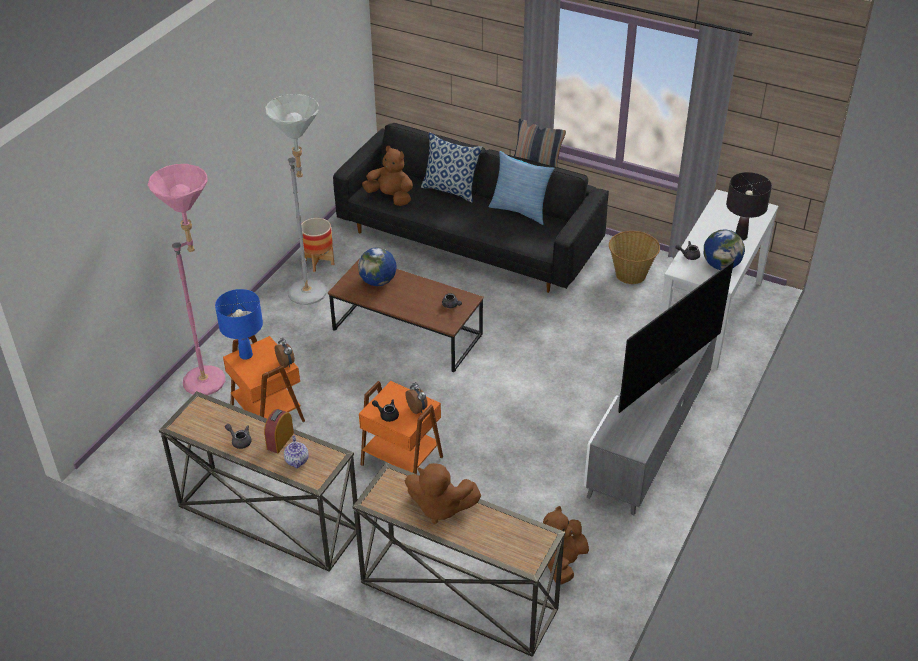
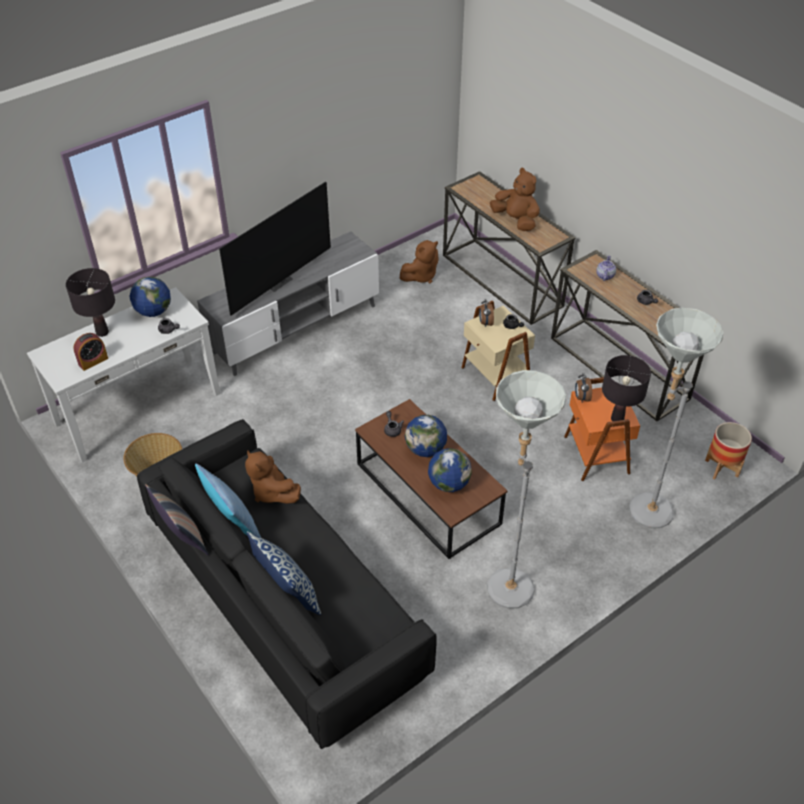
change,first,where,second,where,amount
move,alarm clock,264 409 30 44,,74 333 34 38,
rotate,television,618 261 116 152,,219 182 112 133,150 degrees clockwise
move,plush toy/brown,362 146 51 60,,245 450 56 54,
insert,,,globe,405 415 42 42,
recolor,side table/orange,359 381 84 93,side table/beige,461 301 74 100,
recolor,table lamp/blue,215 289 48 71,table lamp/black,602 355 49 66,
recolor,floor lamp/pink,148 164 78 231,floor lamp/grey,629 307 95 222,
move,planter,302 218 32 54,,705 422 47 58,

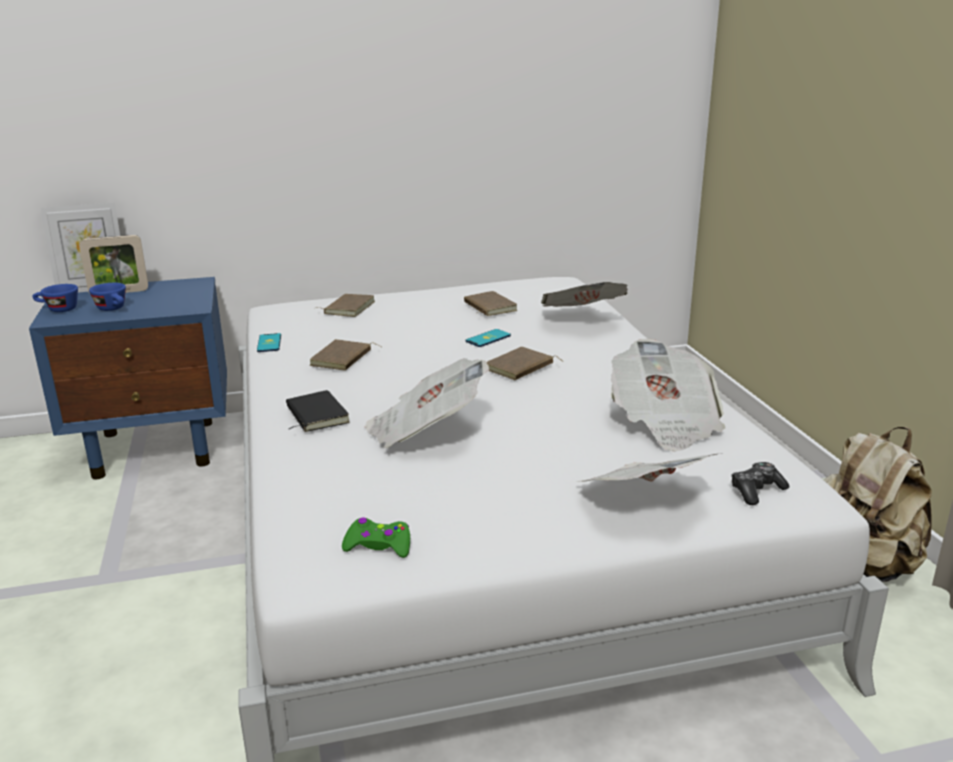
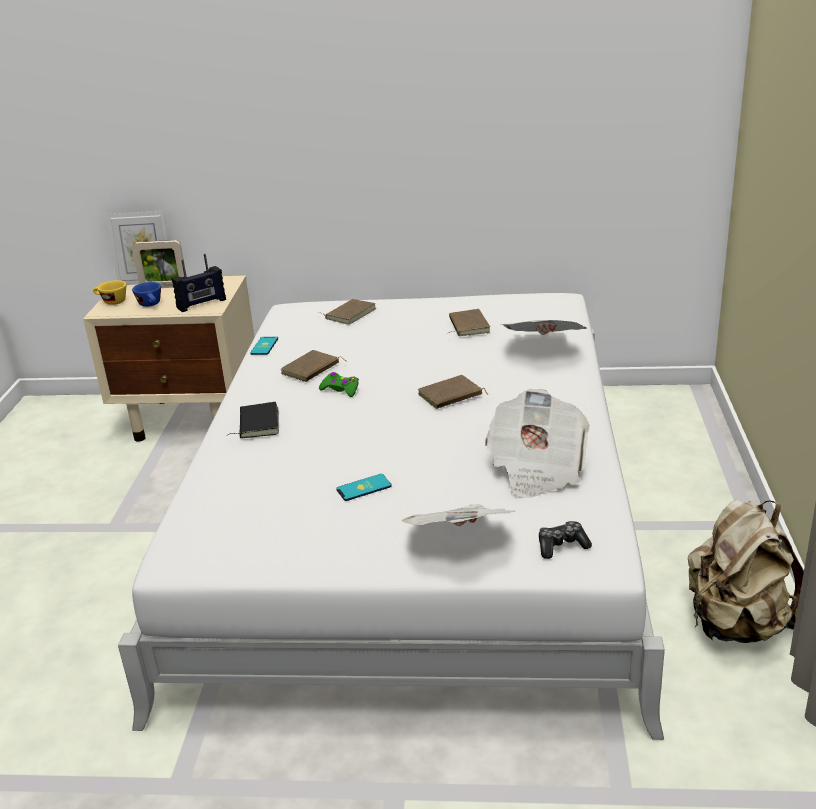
change,first,where,second,where,amount
recolor,nightstand/blue,29 277 198 202,nightstand/beige,83 275 172 167,
recolor,cup/blue,32 284 46 28,cup/yellow,93 280 33 25,
insert,,,radio,171 254 55 58,
move,game controller/green,342 517 68 41,,319 372 40 25,
move,phone,466 329 45 18,,336 474 56 27,
delete,newspaper,365 358 124 90,,,

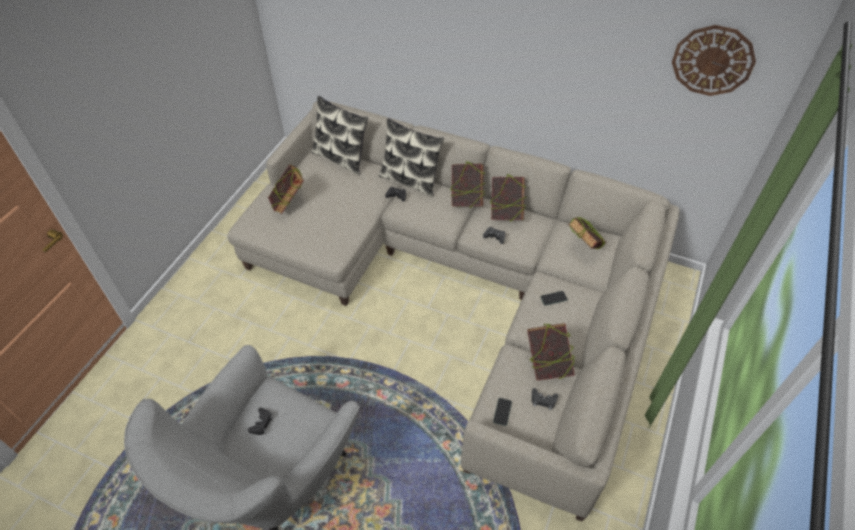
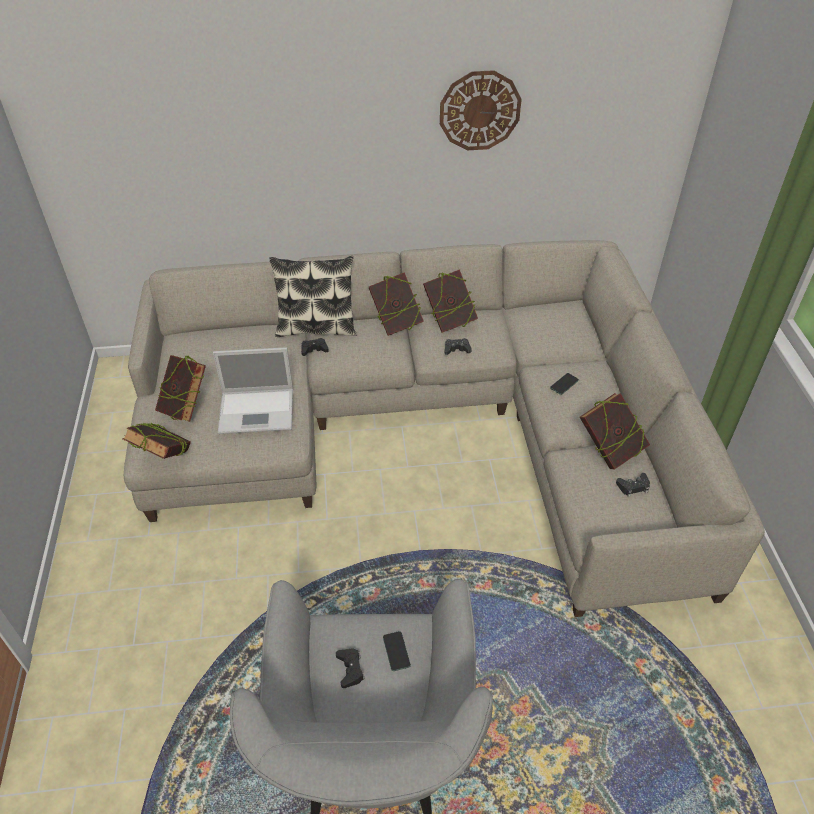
change,first,where,second,where,amount
move,book,569 217 37 33,,122 422 69 37,
insert,,,laptop,213 347 80 87,
move,phone,493 398 19 28,,383 631 28 40,
move,wall clock,672 25 84 71,,440 70 82 80,
delete,pillow,311 96 57 79,,,

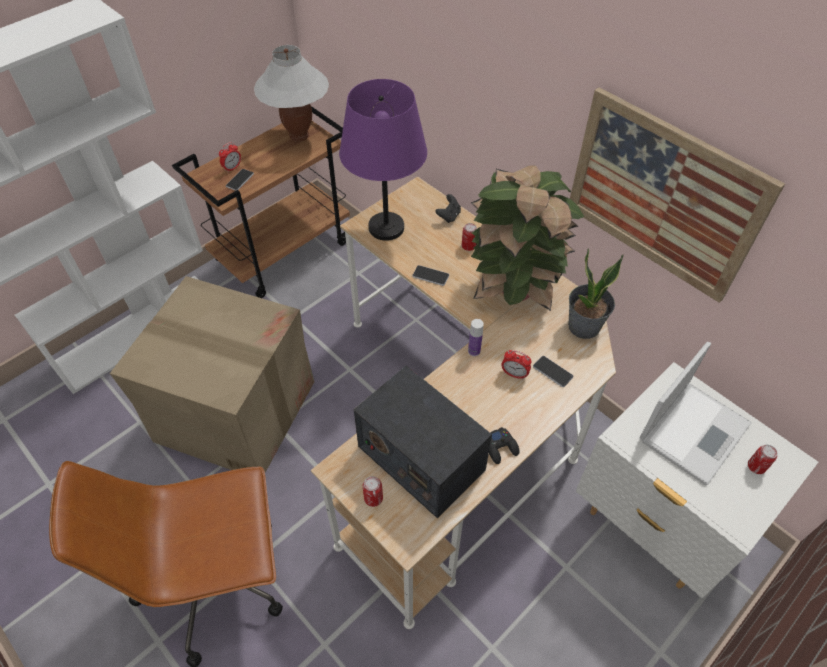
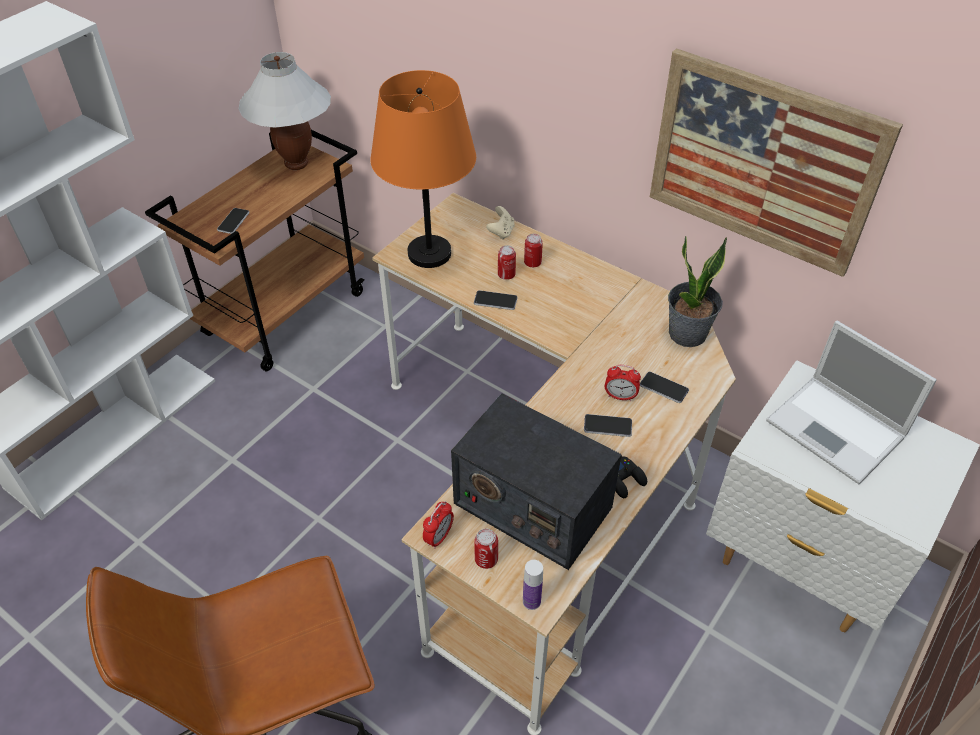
change,first,where,second,where,amount
recolor,table lamp/purple,339 79 88 162,table lamp/orange,370 70 106 198,
move,alarm clock,219 142 22 31,,423 501 31 48,
recolor,game controller/black,435 194 26 29,game controller/beige,486 206 29 34,
move,can,748 445 29 29,,498 245 18 35,
move,bottle,468 319 16 37,,523 560 20 50,
insert,,,phone,584 414 48 23,
rotate,laptop,640 342 112 143,,766 321 171 163,105 degrees clockwise
delete,cardboard box,110 276 204 196,,,
delete,potted plant,471 165 113 146,,,

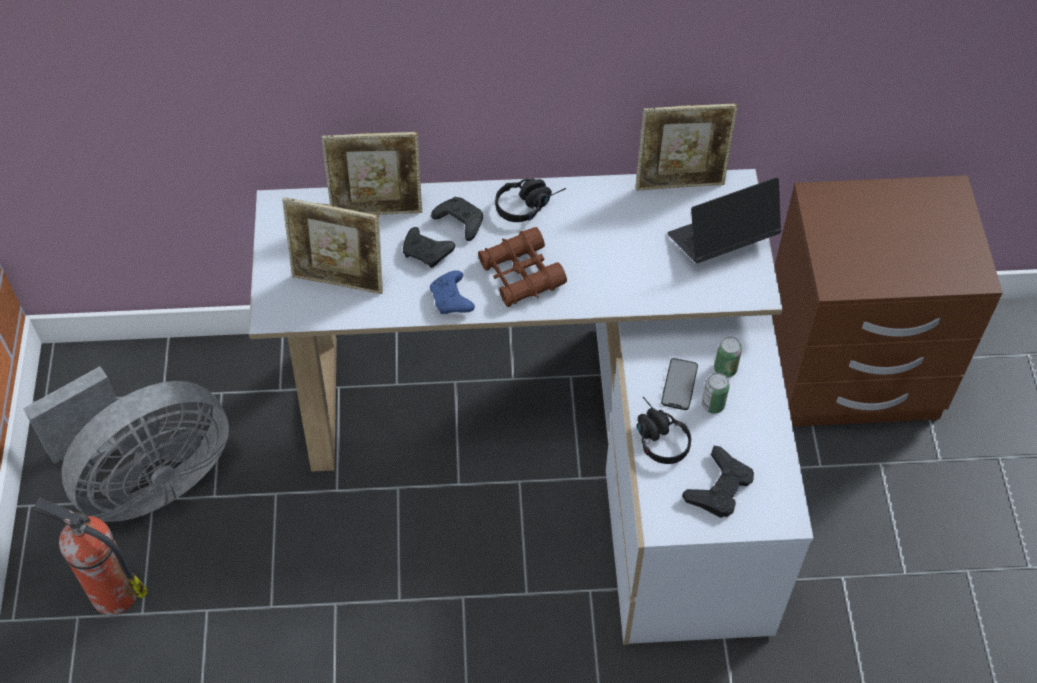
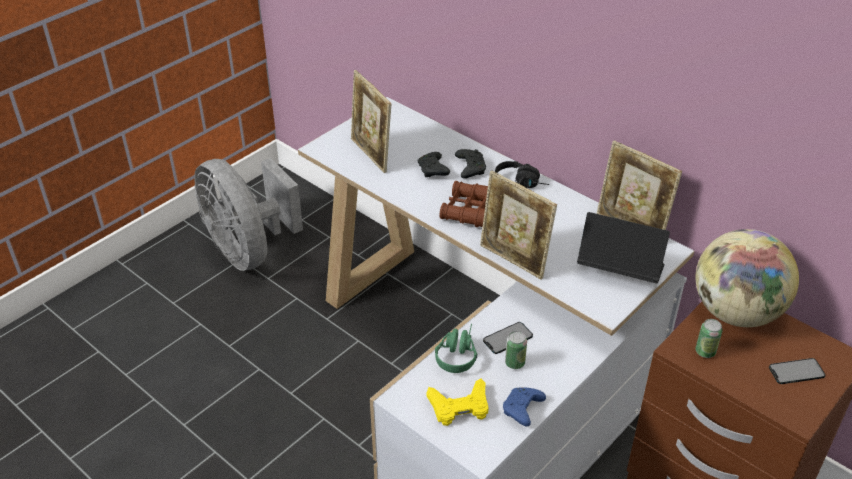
change,first,where,second,where,amount
rotate,fan/grey,23 366 206 156,,194 158 109 113,45 degrees clockwise
recolor,game controller/black,682 446 72 72,game controller/yellow,426 378 63 48,
recolor,headphones/black,637 397 54 67,headphones/green,435 324 42 49,
move,picture frame,322 132 100 83,,480 171 77 109,
move,game controller/blue,430 270 45 44,,503 387 43 40,
move,can,714 337 28 41,,695 319 28 39,
insert,,,globe,696 229 103 98,
insert,,,phone,769 358 56 26,
delete,fire extinguisher,34 497 114 118,,,

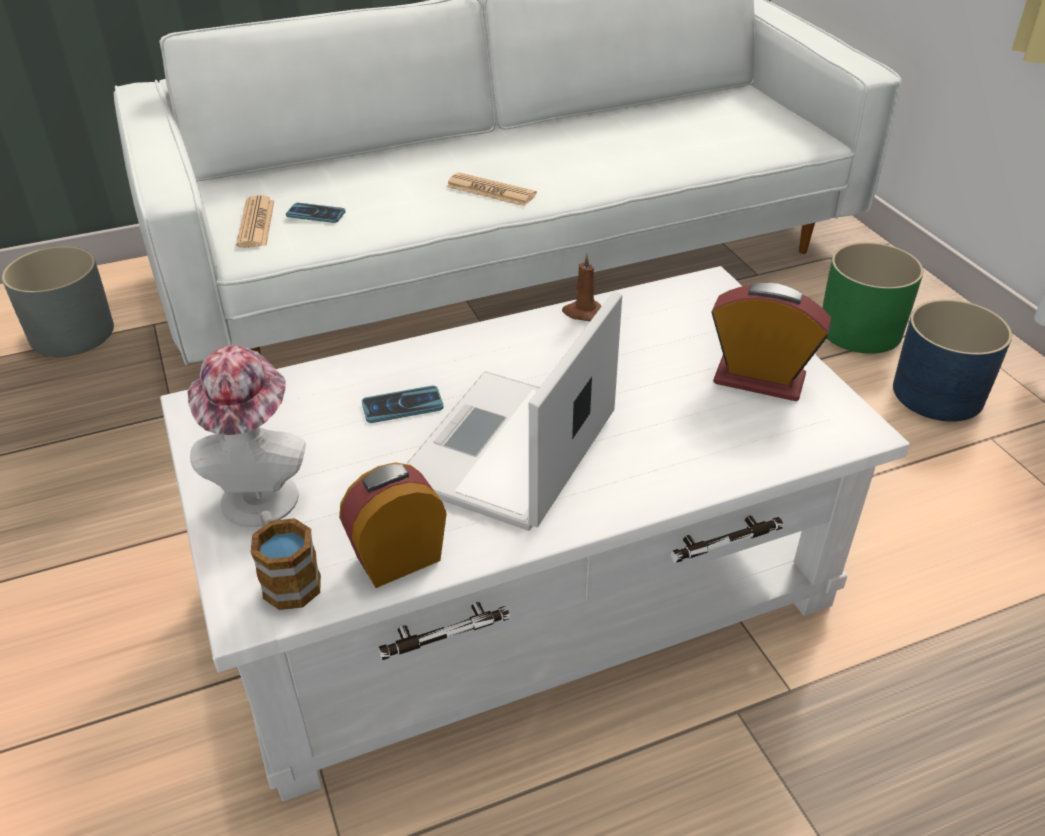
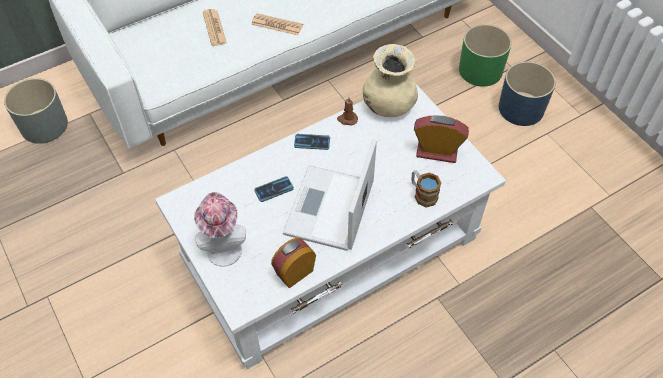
change,first,where,second,where,amount
move,newspaper,236 195 39 53,,203 9 24 37,
move,phone,286 203 60 20,,294 134 36 16,
insert,,,vase/beige,363 44 55 73,
move,mug,251 510 70 100,,411 170 30 38,

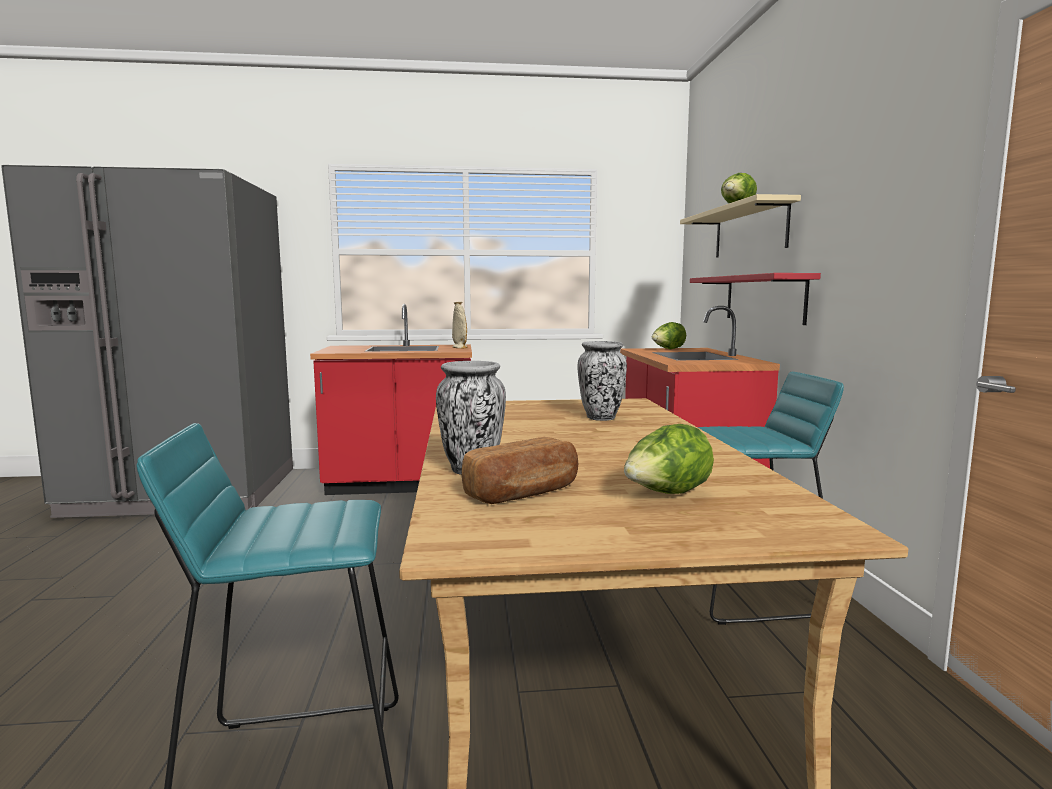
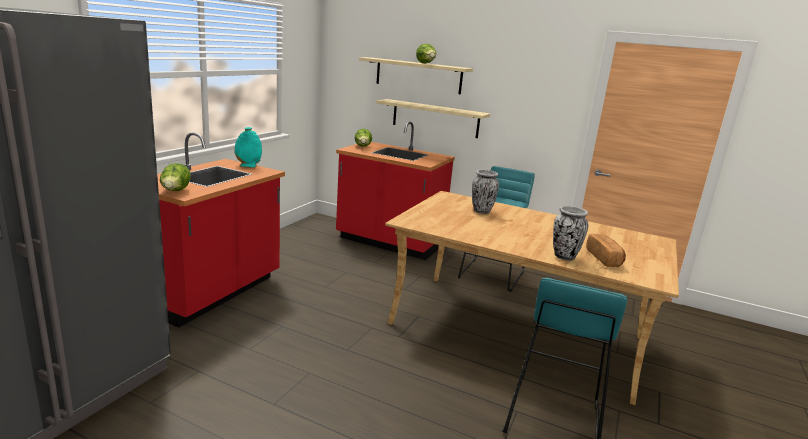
change,first,where,second,where,amount
move,lettuce,624 424 90 70,,160 163 31 28,
recolor,vase/beige,452 302 16 46,vase/turquoise,235 127 27 41,
recolor,shelf/red,690 273 131 52,shelf/beige,376 99 114 39,

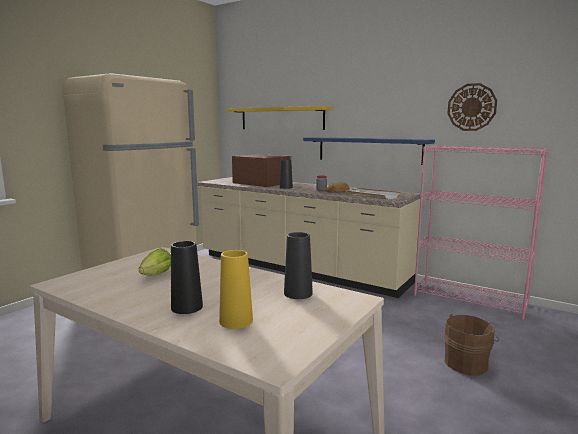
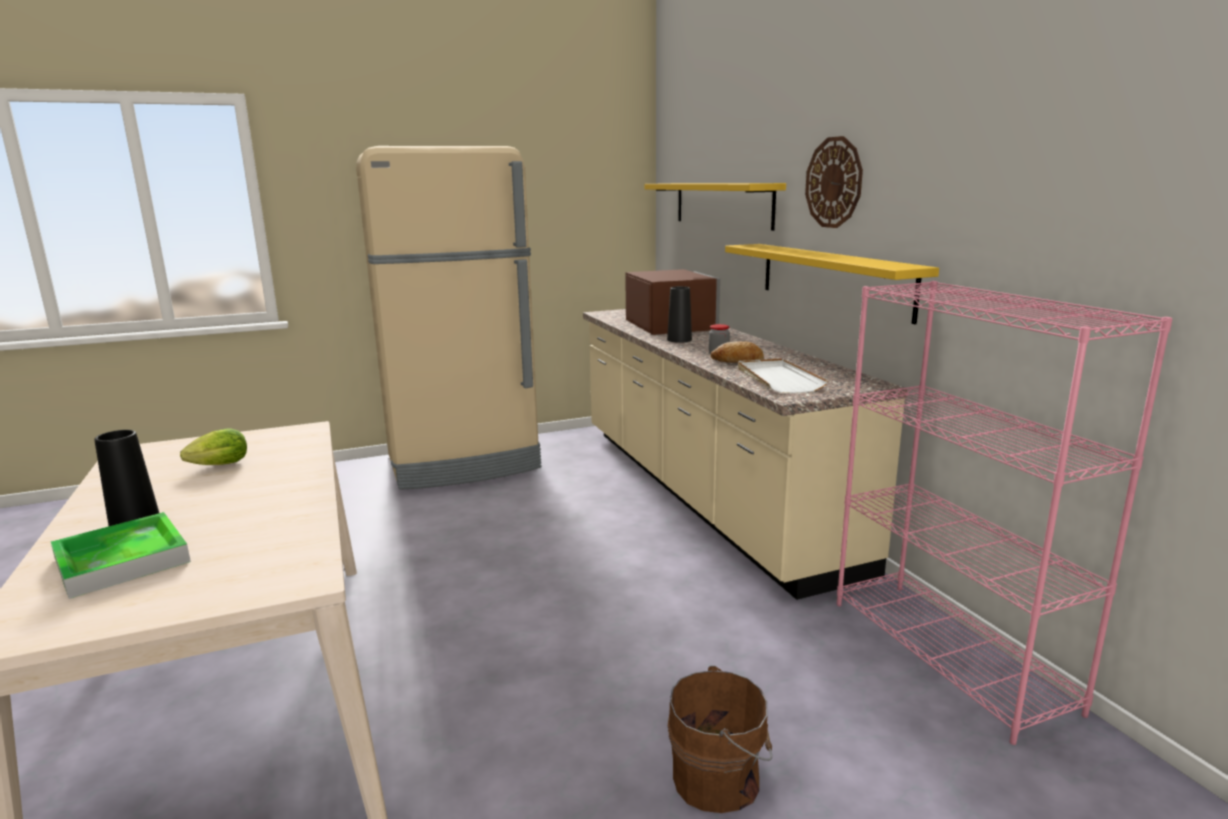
change,first,where,second,where,amount
replace,vase/yellow,219 250 34 79,tray,51 512 140 87,
recolor,shelf/blue,303 137 132 28,shelf/yellow,725 244 214 80,
move,wall clock,447 83 50 48,,805 136 58 92,
delete,vase/black,284 232 29 67,,,

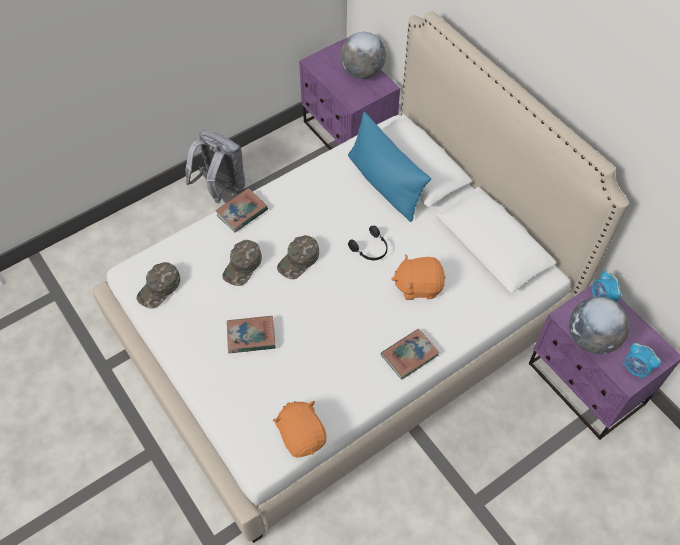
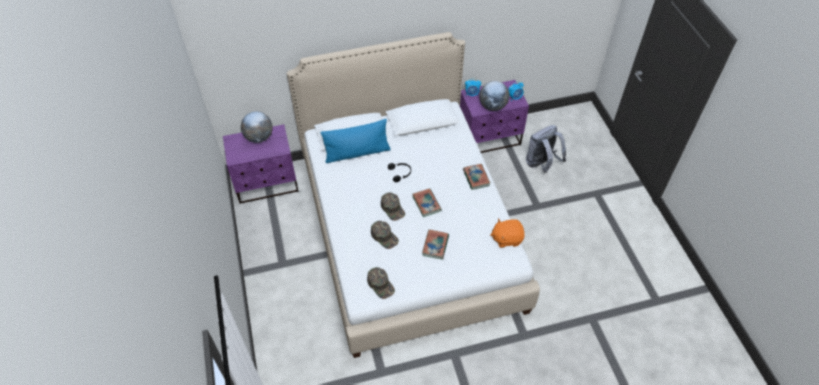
change,first,where,second,where,amount
move,book,216 188 52 45,,412 189 30 28,
move,backpack/grey,186 131 59 72,,526 125 40 48,
delete,plush toy/orange,392 254 54 46,,,

